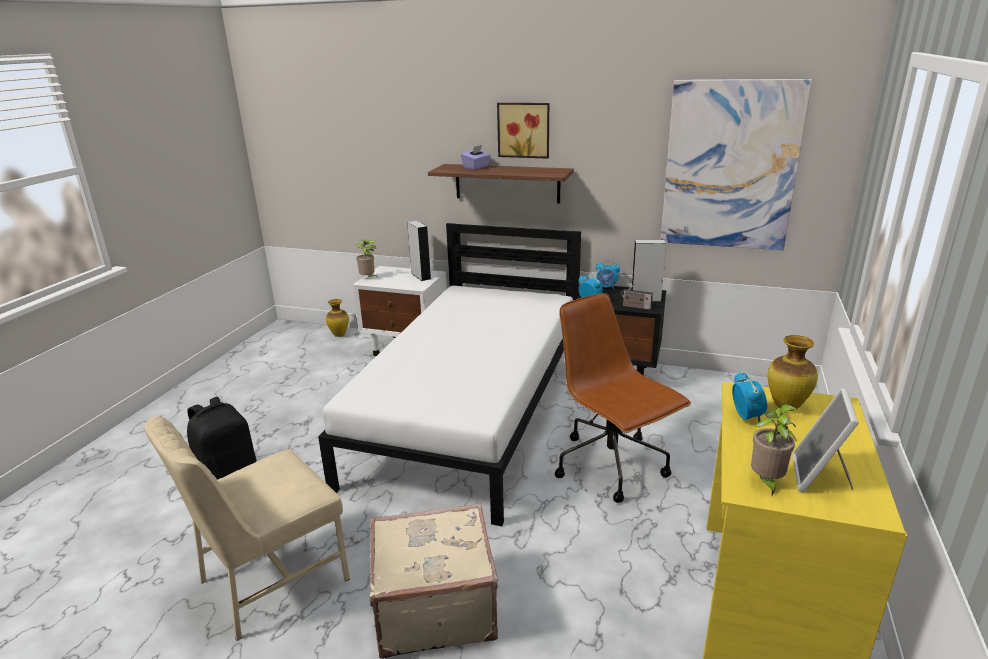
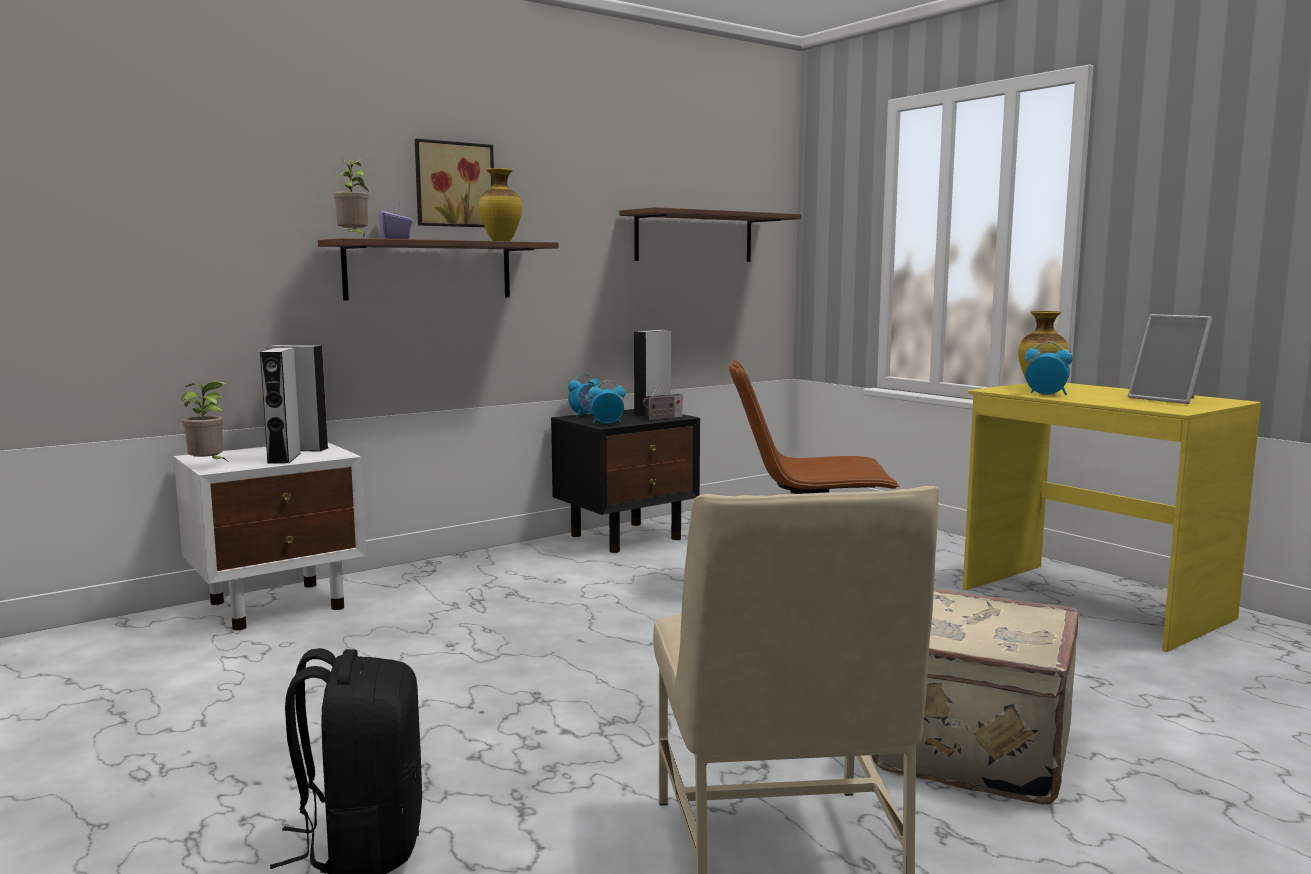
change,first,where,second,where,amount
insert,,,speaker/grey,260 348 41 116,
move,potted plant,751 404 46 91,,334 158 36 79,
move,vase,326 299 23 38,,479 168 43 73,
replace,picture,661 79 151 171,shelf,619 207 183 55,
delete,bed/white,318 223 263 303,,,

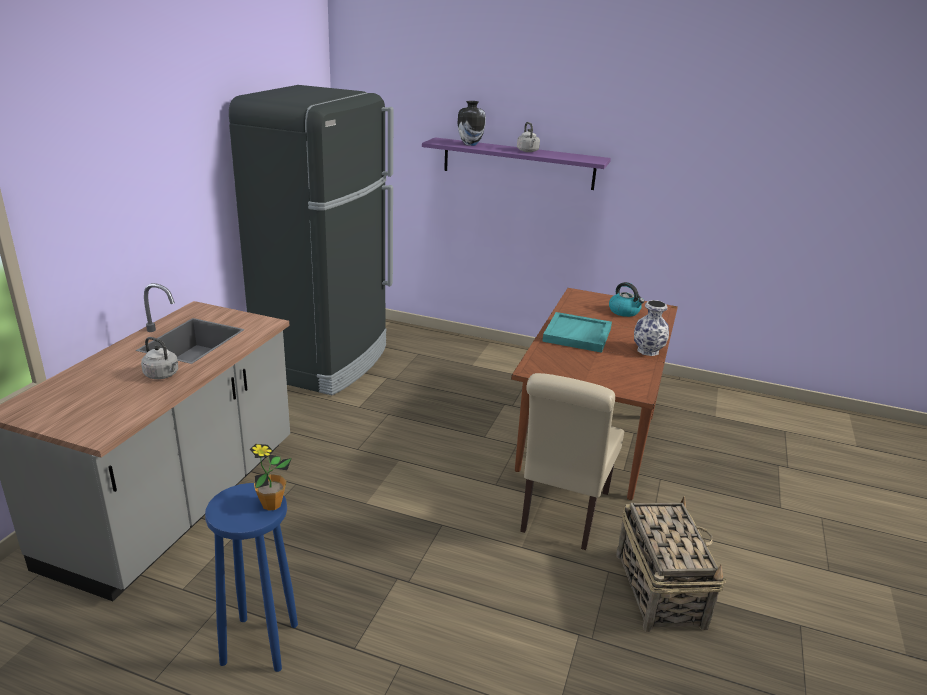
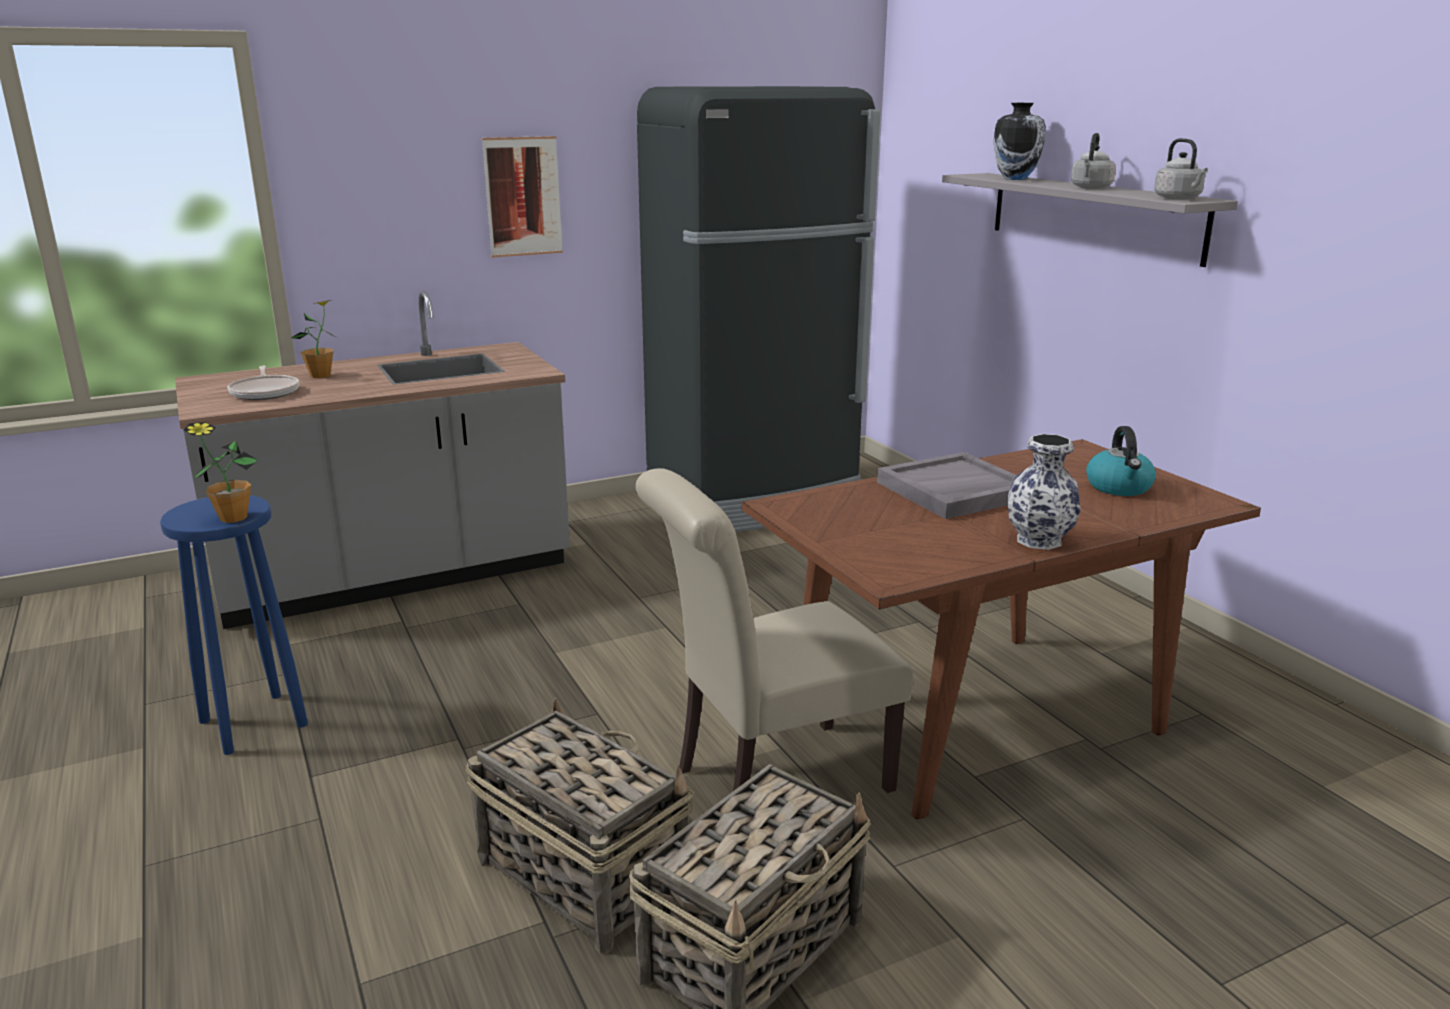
change,first,where,second,where,amount
insert,,,frying pan,227 366 72 34,
insert,,,potted plant,291 300 48 78,
insert,,,basket,466 698 228 256,
insert,,,picture,482 136 81 122,
recolor,tray/turquoise,542 312 70 41,tray/grey,877 452 140 67,
recolor,shelf/purple,422 137 189 53,shelf/grey,942 173 296 94,
move,kettle/grey,141 337 37 42,,1154 138 54 61,

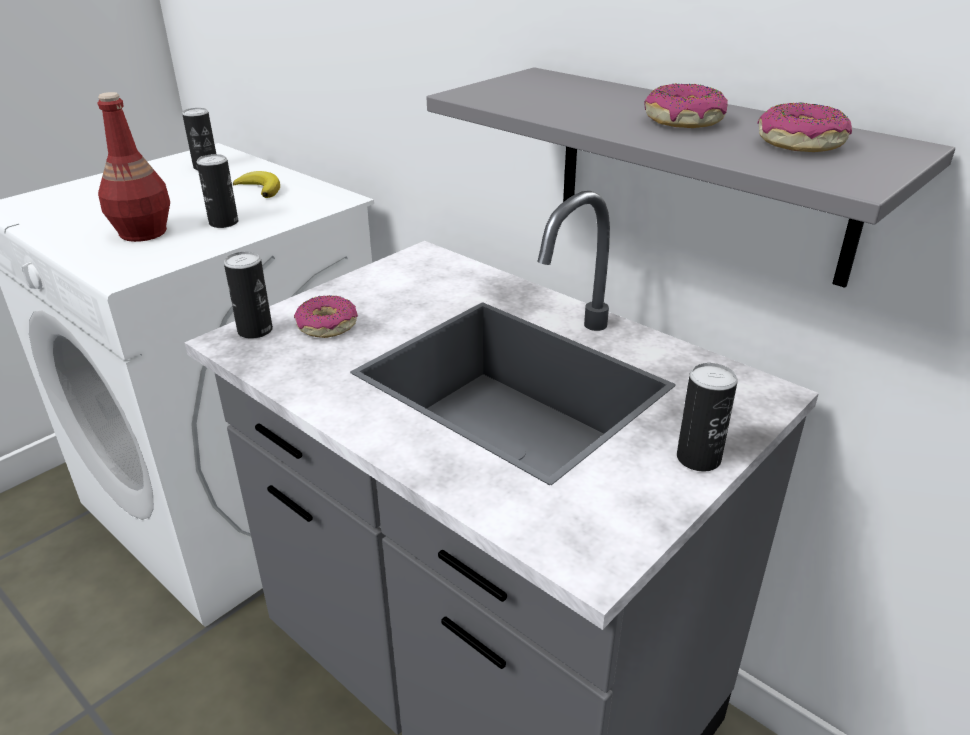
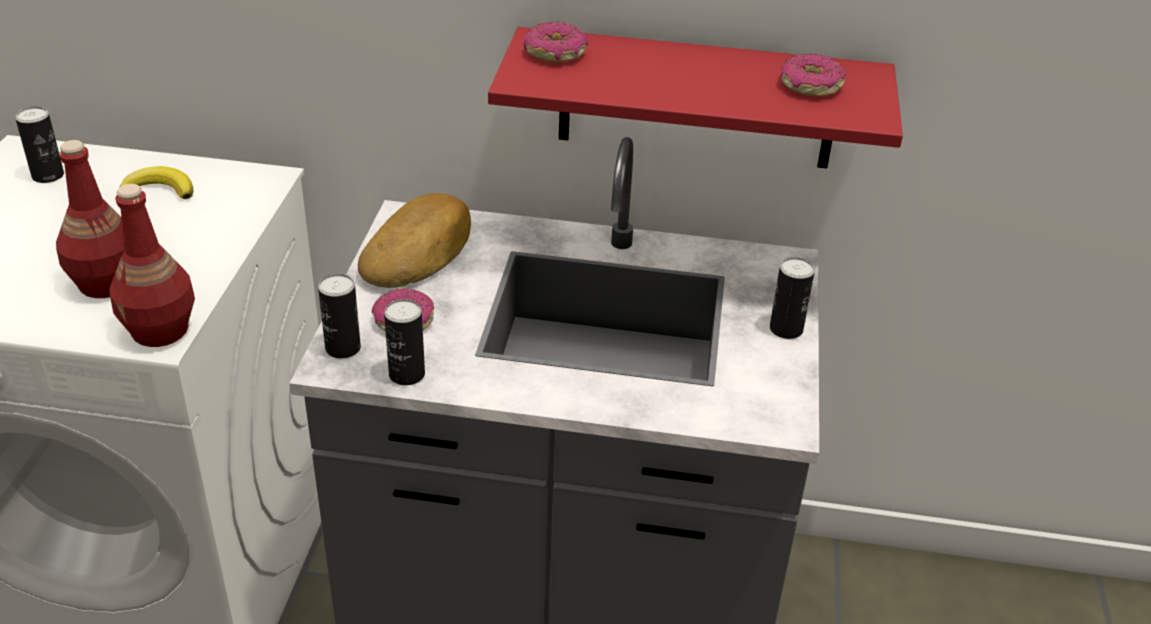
change,first,where,second,where,amount
insert,,,bottle/red,109 184 86 163,
insert,,,bread,358 193 113 95,
move,can,196 154 42 74,,384 299 41 86,
recolor,shelf/grey,427 67 528 221,shelf/red,488 27 415 142,
move,donut,644 83 84 45,,524 22 65 41,

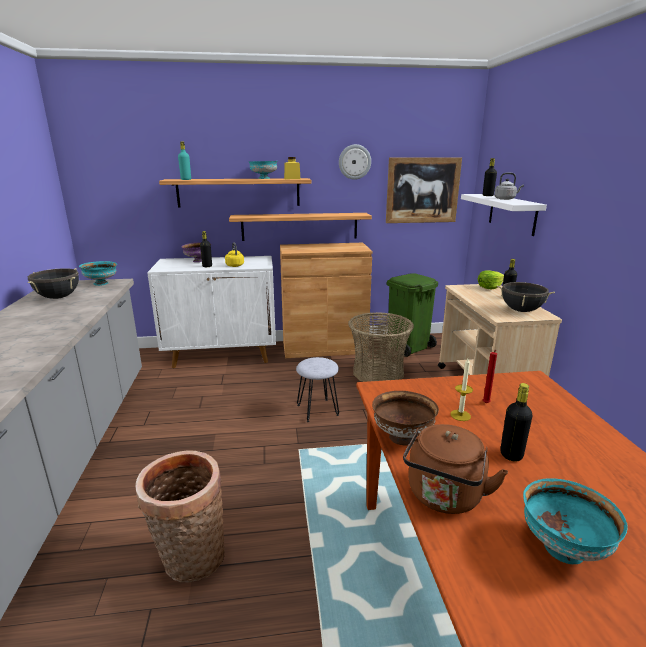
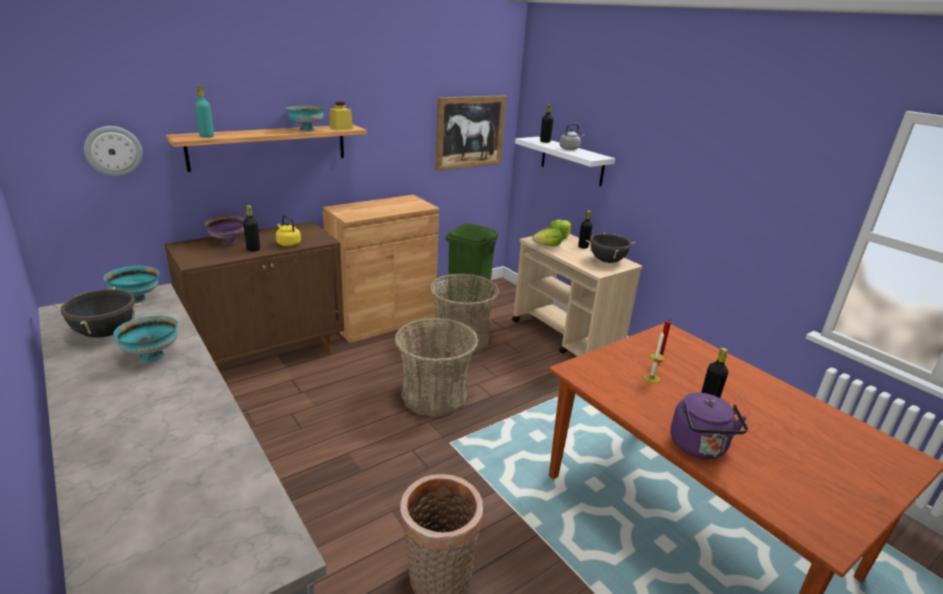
change,first,where,second,where,amount
move,wall clock,339 144 32 36,,84 126 59 50,
move,bowl/turquoise,523 478 105 86,,113 315 65 47,
recolor,cabinet/white,147 256 129 112,cabinet/brown,165 222 179 150,
replace,stool/grey,296 357 43 65,basket,394 318 84 99,
insert,,,lettuce,532 228 30 18,
recolor,kettle/brown,403 424 105 90,kettle/purple,671 393 77 66,
delete,shelf,229 213 143 28,,,
delete,bowl/brown,372 391 67 55,,,

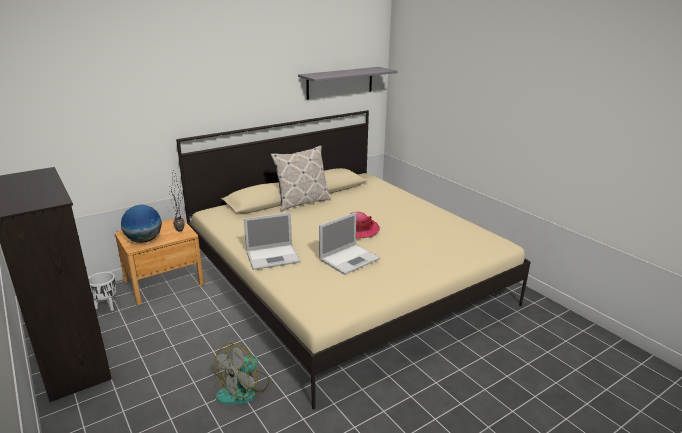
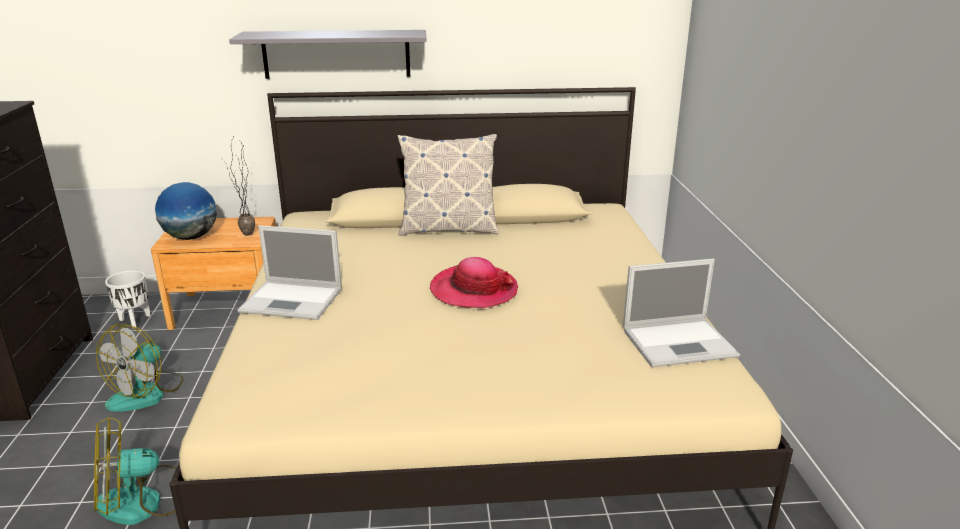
change,first,where,second,where,amount
insert,,,fan,96 324 87 88,
move,shelf/grey,298 67 99 33,,229 30 198 49,
move,laptop,319 212 61 63,,623 259 117 108,

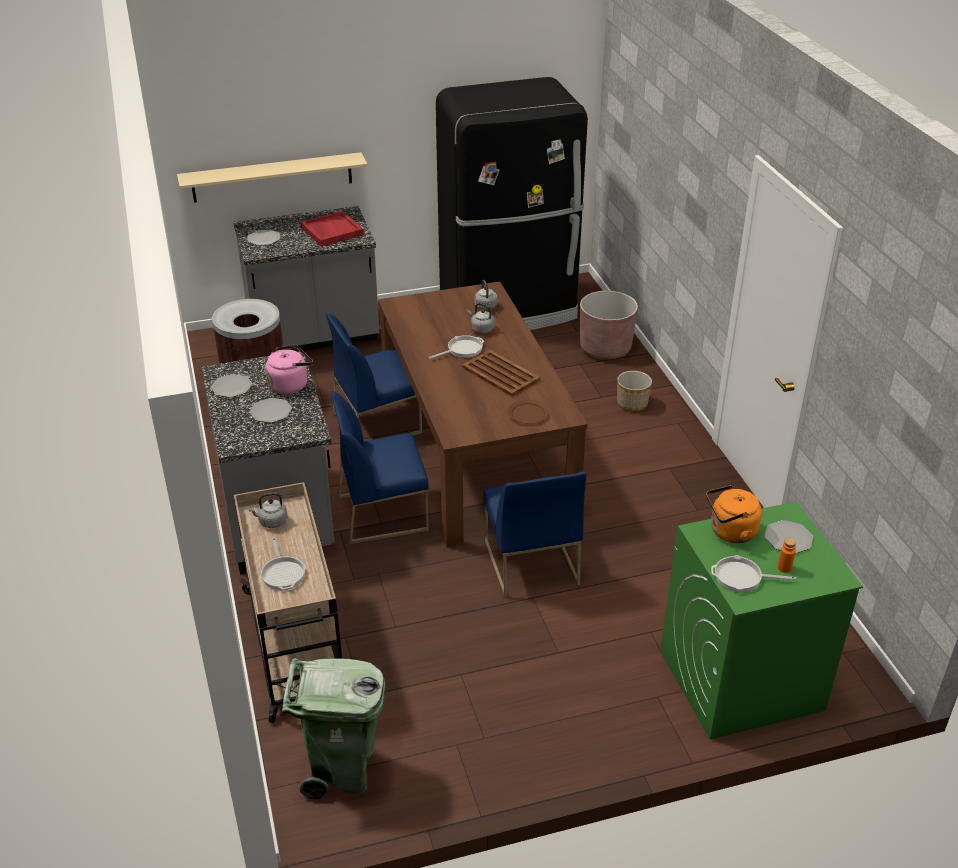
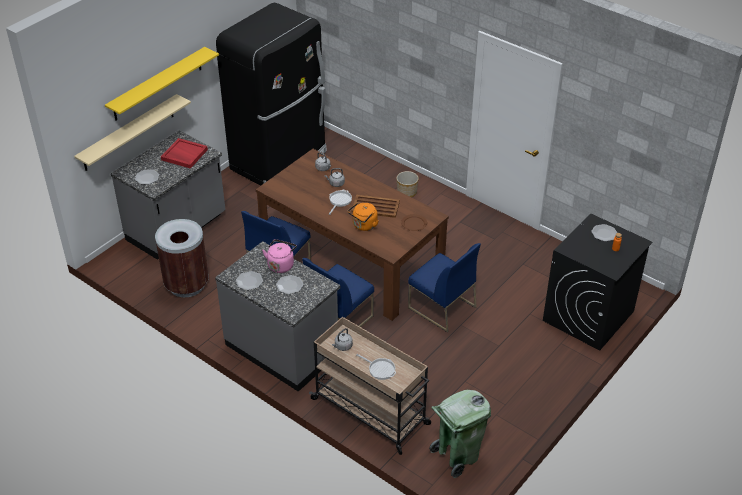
change,first,where,second,where,amount
insert,,,shelf/yellow,105 47 114 74,
move,kettle/orange,706 485 56 58,,348 203 30 28,
recolor,washing machine/green,661 502 202 238,washing machine/black,543 214 109 137,
delete,planter/brown,580 291 58 69,,,
delete,frying pan,711 555 85 37,,,

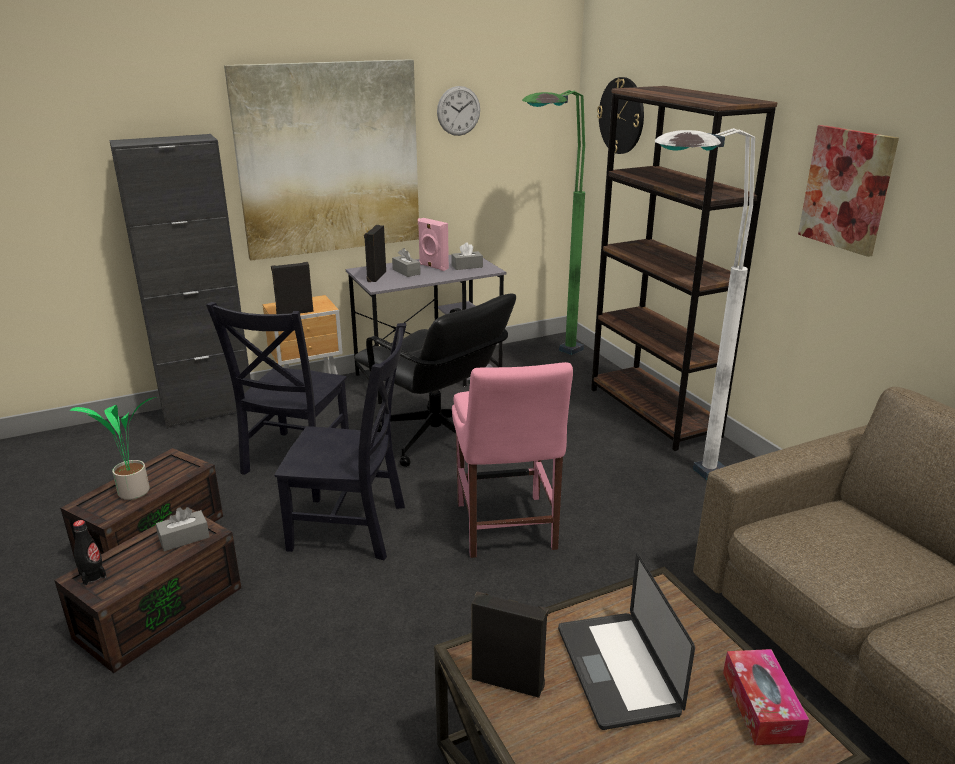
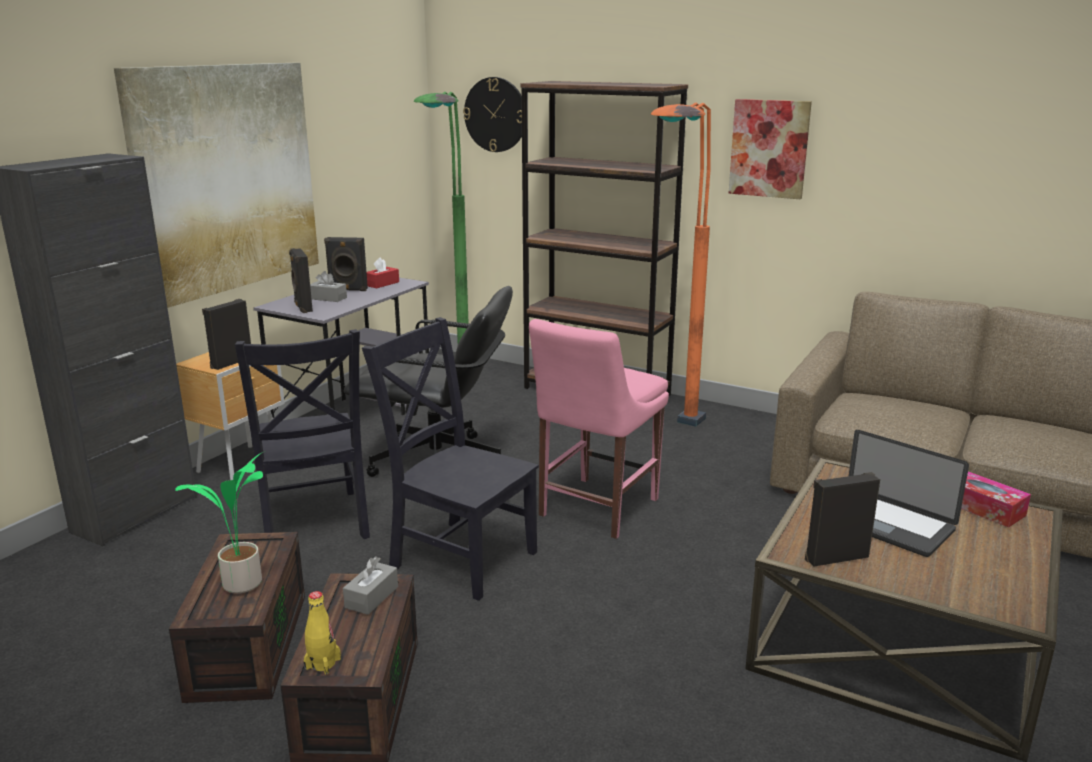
change,first,where,second,where,amount
recolor,bottle/black,73 520 34 66,bottle/yellow,303 591 38 84,
recolor,speaker/pink,418 218 31 53,speaker/black,324 237 44 54,
rotate,chair/black,274 323 132 237,,362 317 177 284,120 degrees counterclockwise
recolor,tissue box/grey,451 242 32 28,tissue box/red,367 257 32 32,
rotate,chair/pink,452 362 121 196,,529 319 140 220,75 degrees clockwise
recolor,floor lamp/white,655 128 100 352,floor lamp/orange,651 103 60 324,
delete,wall clock,437 86 43 50,,,

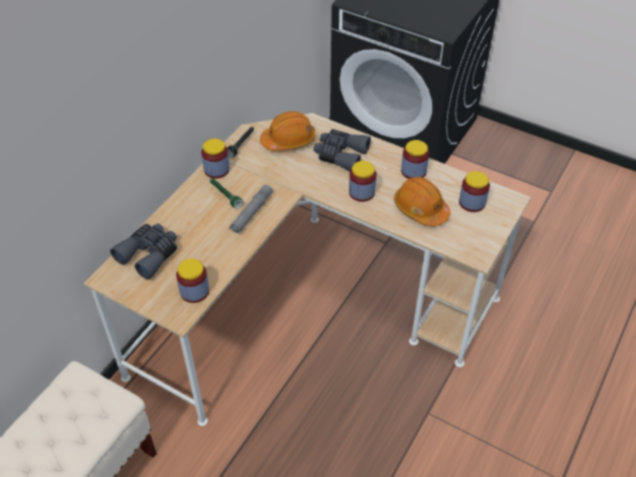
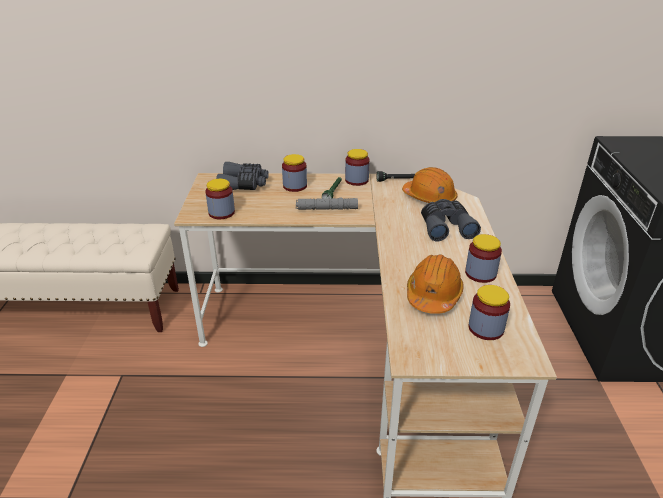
change,first,where,second,where,amount
move,jar,349 161 27 41,,282 154 25 38,

